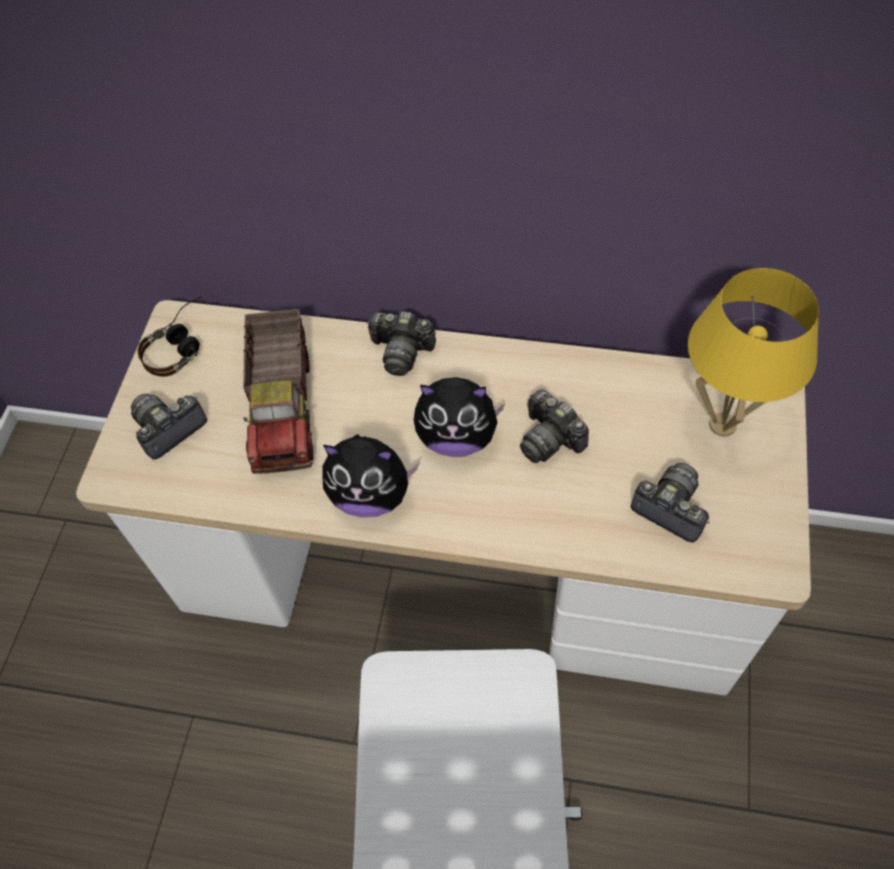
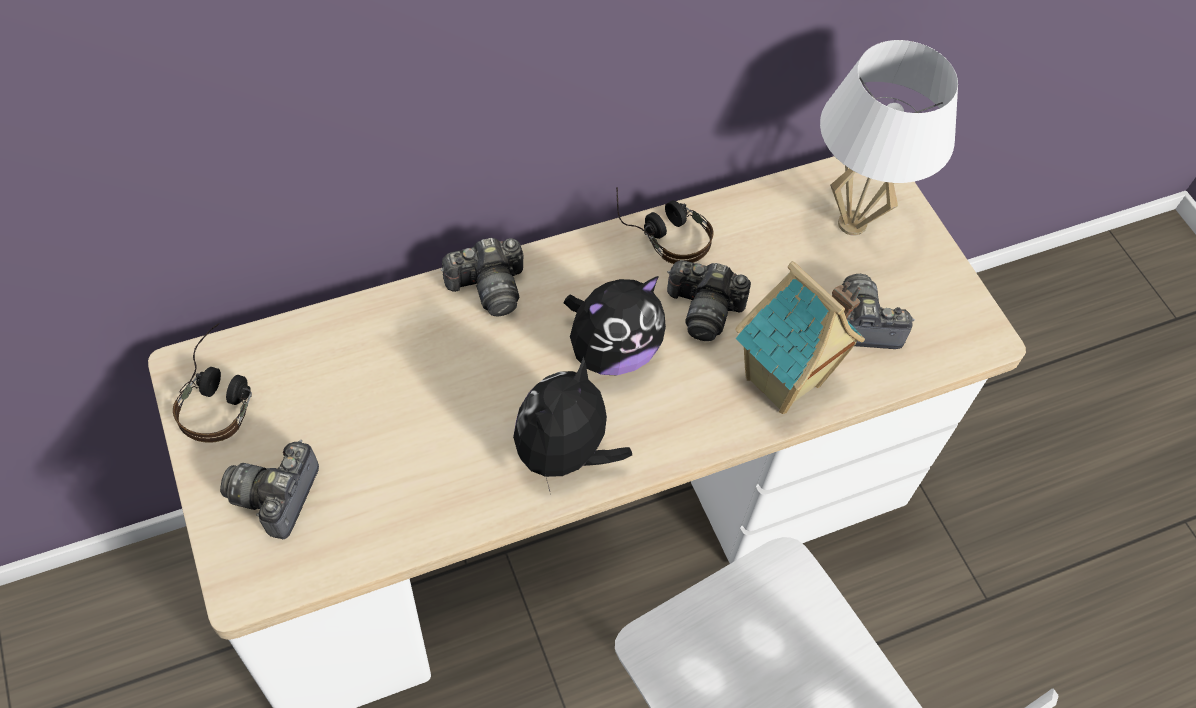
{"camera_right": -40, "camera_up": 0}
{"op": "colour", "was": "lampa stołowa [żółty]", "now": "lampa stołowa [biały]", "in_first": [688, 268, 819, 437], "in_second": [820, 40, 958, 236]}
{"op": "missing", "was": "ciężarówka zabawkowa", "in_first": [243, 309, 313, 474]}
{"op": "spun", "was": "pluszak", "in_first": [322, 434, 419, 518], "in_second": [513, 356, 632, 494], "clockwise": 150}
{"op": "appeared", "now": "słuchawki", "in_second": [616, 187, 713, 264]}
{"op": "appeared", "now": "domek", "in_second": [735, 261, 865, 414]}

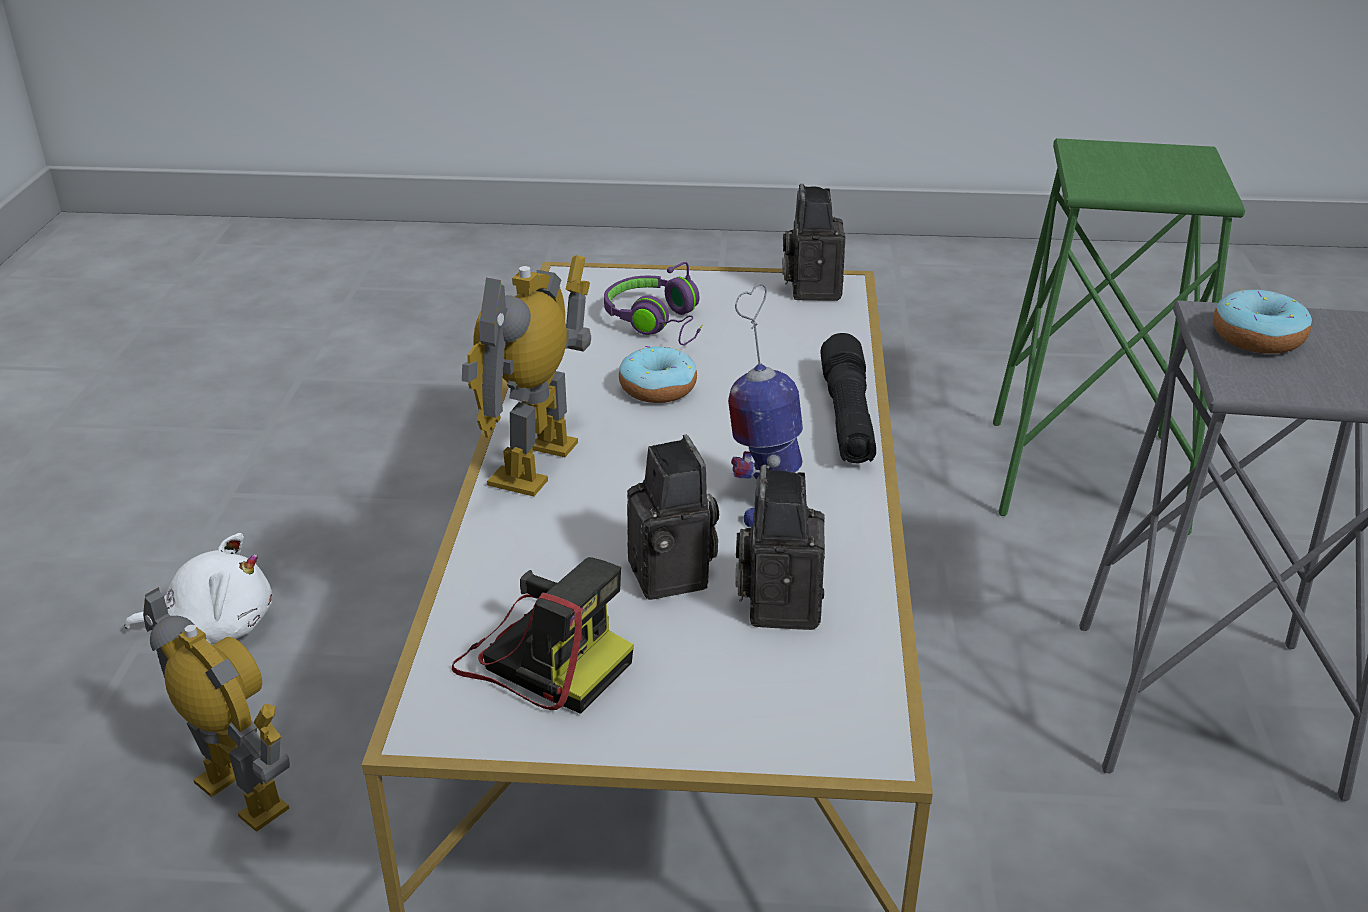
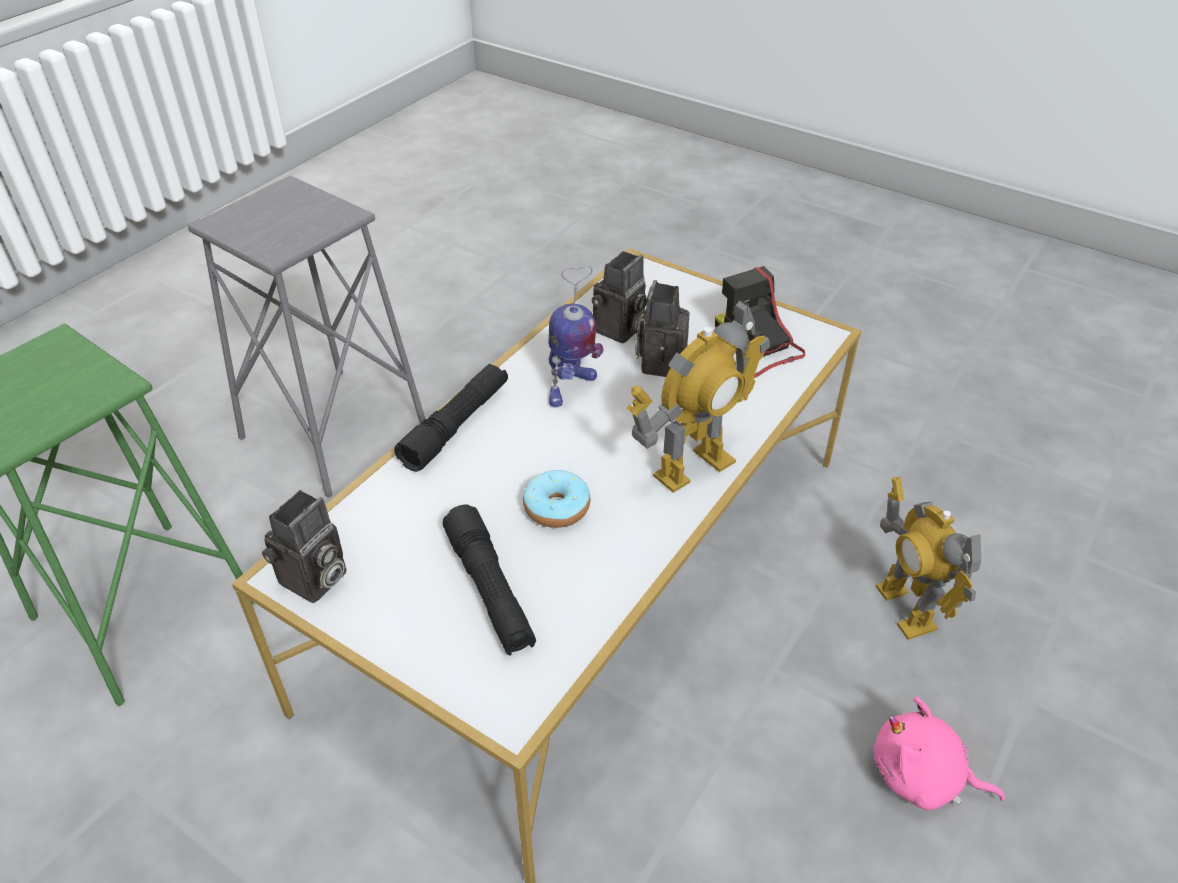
{"camera_right": -150, "camera_up": 10}
{"op": "exchanged", "was": "słuchawki [fioletowy]", "now": "latarka [czarny]", "in_first": [604, 262, 702, 345], "in_second": [443, 504, 536, 656]}
{"op": "missing", "was": "donut", "in_first": [1213, 290, 1312, 354]}
{"op": "colour", "was": "pluszak [biały]", "now": "pluszak [różowy]", "in_first": [124, 533, 272, 645], "in_second": [874, 697, 1005, 810]}

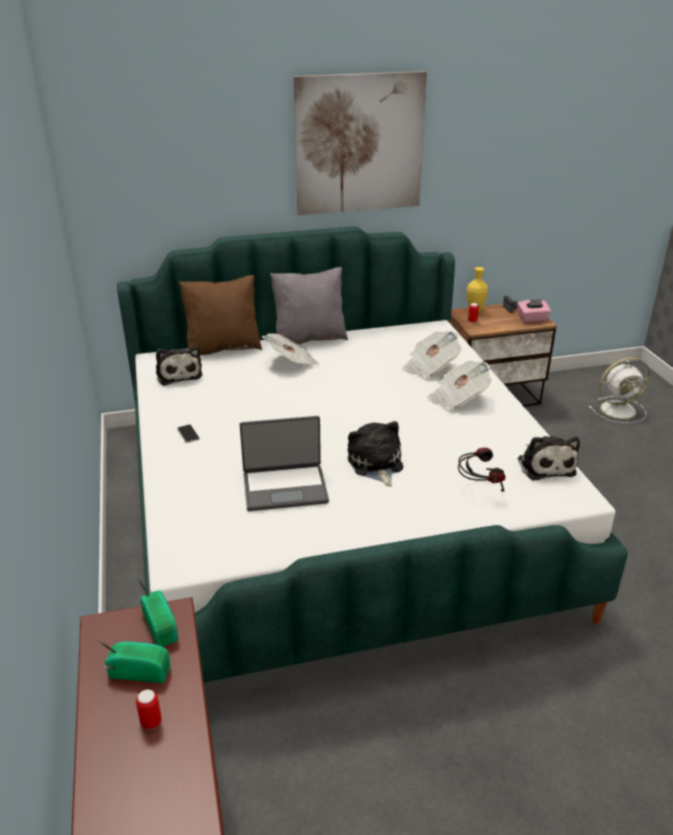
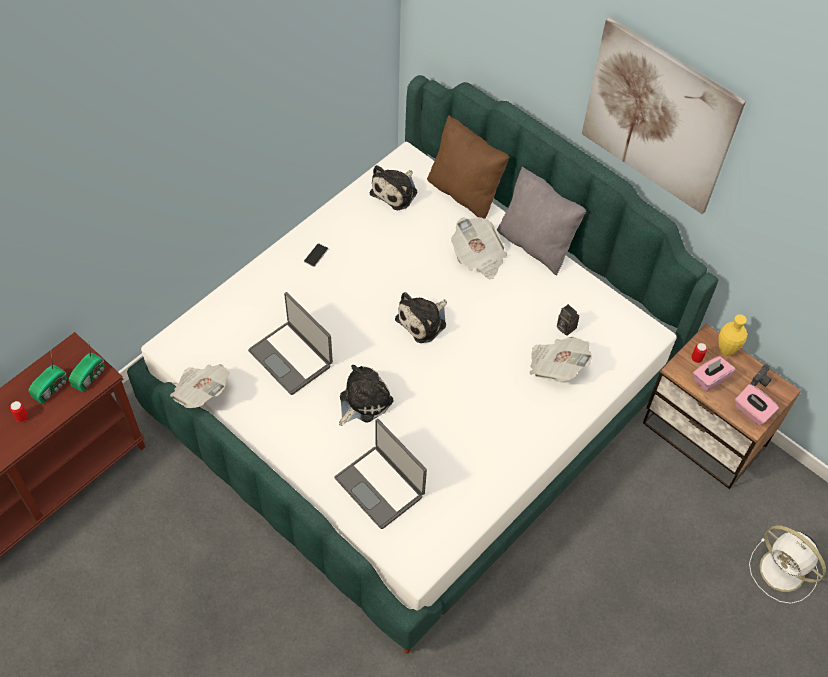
{"camera_right": 55, "camera_up": 25}
{"op": "relocated", "was": "gazeta", "in_first": [428, 361, 492, 410], "in_second": [170, 364, 230, 408]}
{"op": "relocated", "was": "pluszak", "in_first": [518, 436, 580, 480], "in_second": [395, 292, 447, 343]}
{"op": "exchanged", "was": "słuchawki", "now": "laptop", "in_first": [458, 448, 505, 492], "in_second": [334, 419, 427, 529]}
{"op": "spun", "was": "radio", "in_first": [93, 637, 170, 683], "in_second": [29, 353, 67, 404], "clockwise": 60}
{"op": "appeared", "now": "aparat fotograficzny", "in_second": [557, 304, 579, 336]}
{"op": "appeared", "now": "pudełko chusteczek [różowy]", "in_second": [693, 356, 736, 392]}

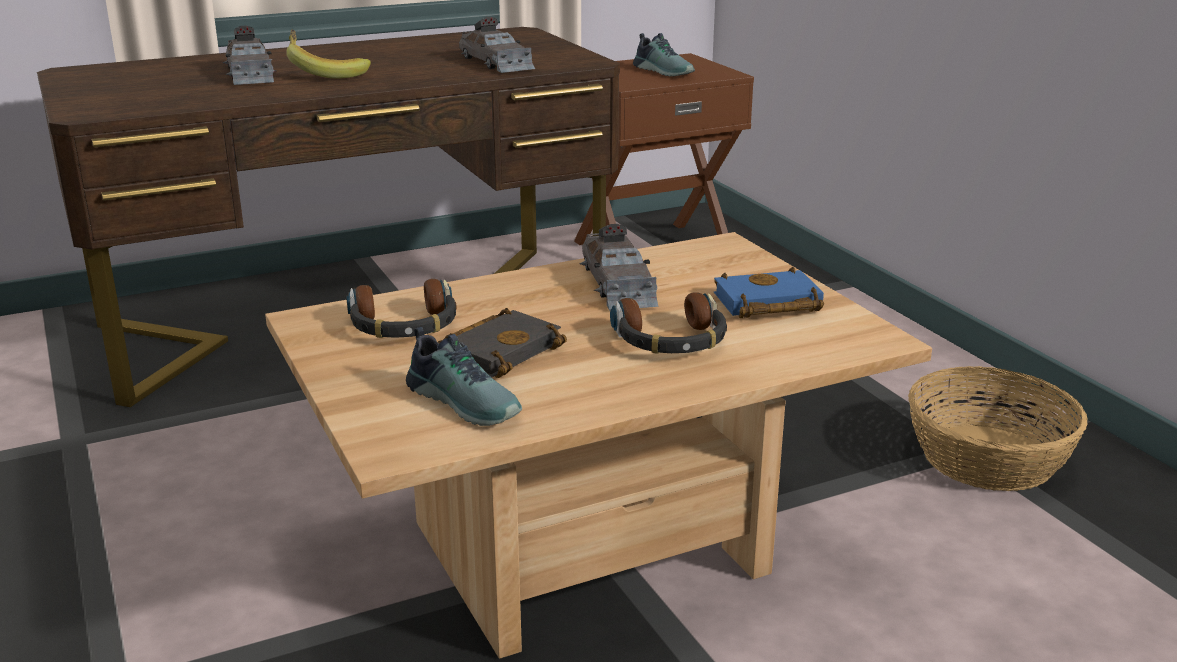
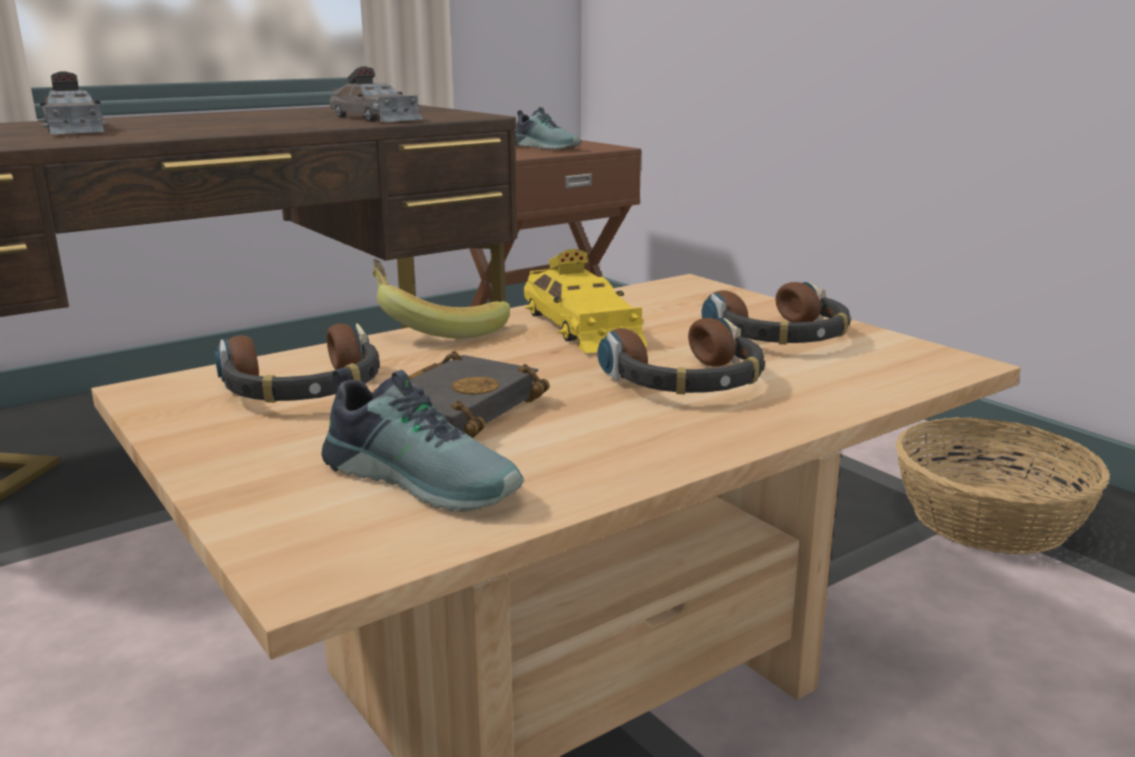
{"camera_right": -10, "camera_up": -5}
{"op": "relocated", "was": "banan", "in_first": [286, 30, 371, 79], "in_second": [373, 259, 510, 338]}
{"op": "colour", "was": "samochodzik [szary]", "now": "samochodzik [żółty]", "in_first": [580, 224, 659, 310], "in_second": [524, 249, 648, 353]}
{"op": "exchanged", "was": "książka [niebieski]", "now": "słuchawki", "in_first": [714, 267, 824, 318], "in_second": [702, 282, 851, 345]}

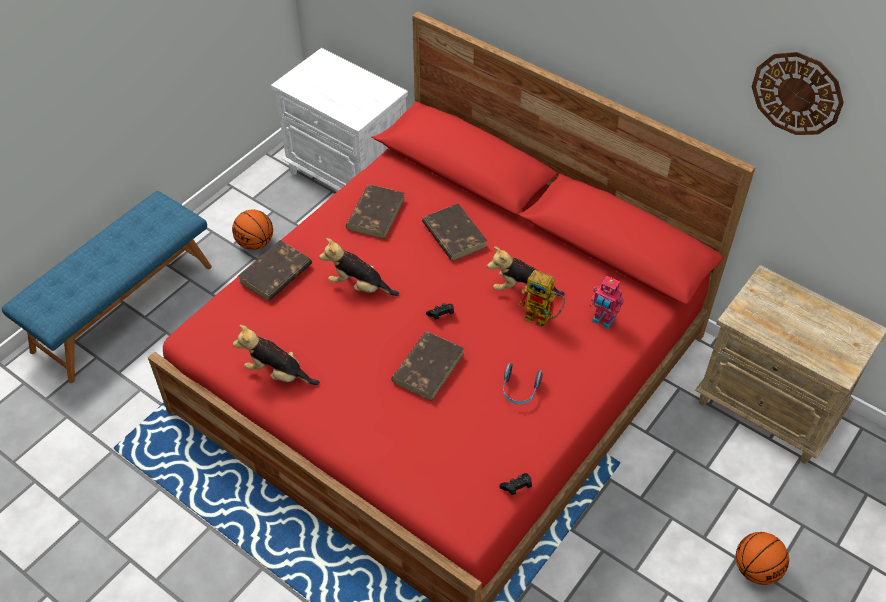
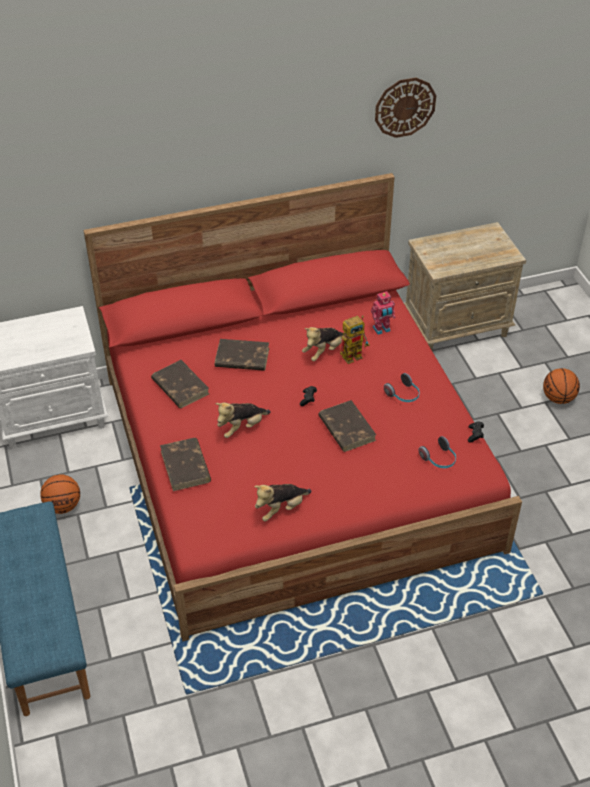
{"camera_right": -55, "camera_up": -5}
{"op": "appeared", "now": "słuchawki", "in_second": [419, 436, 456, 468]}

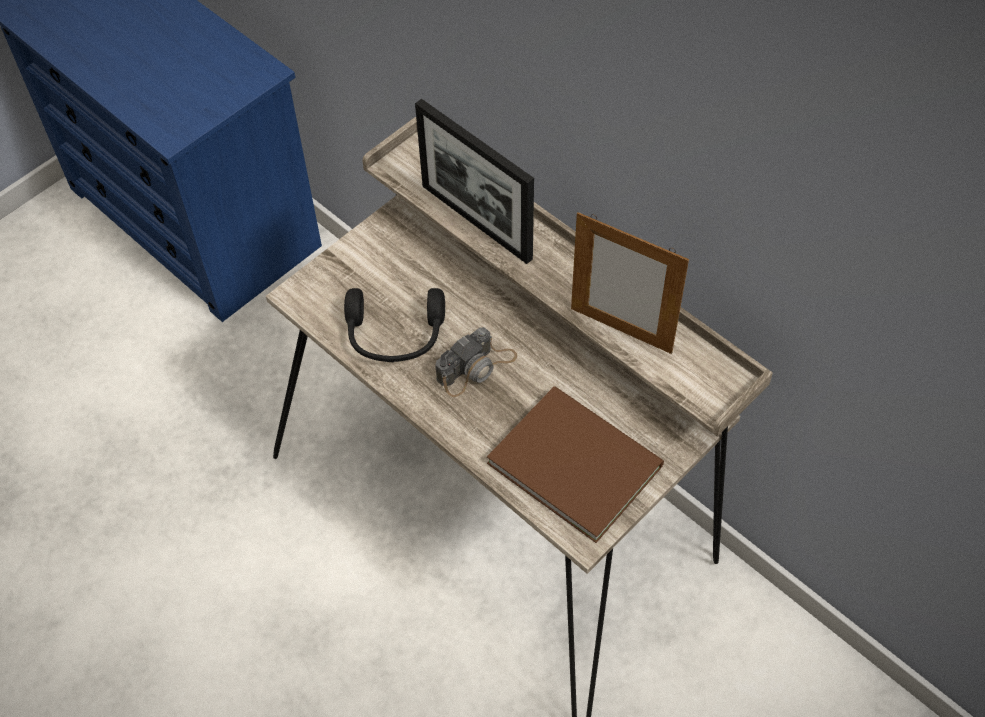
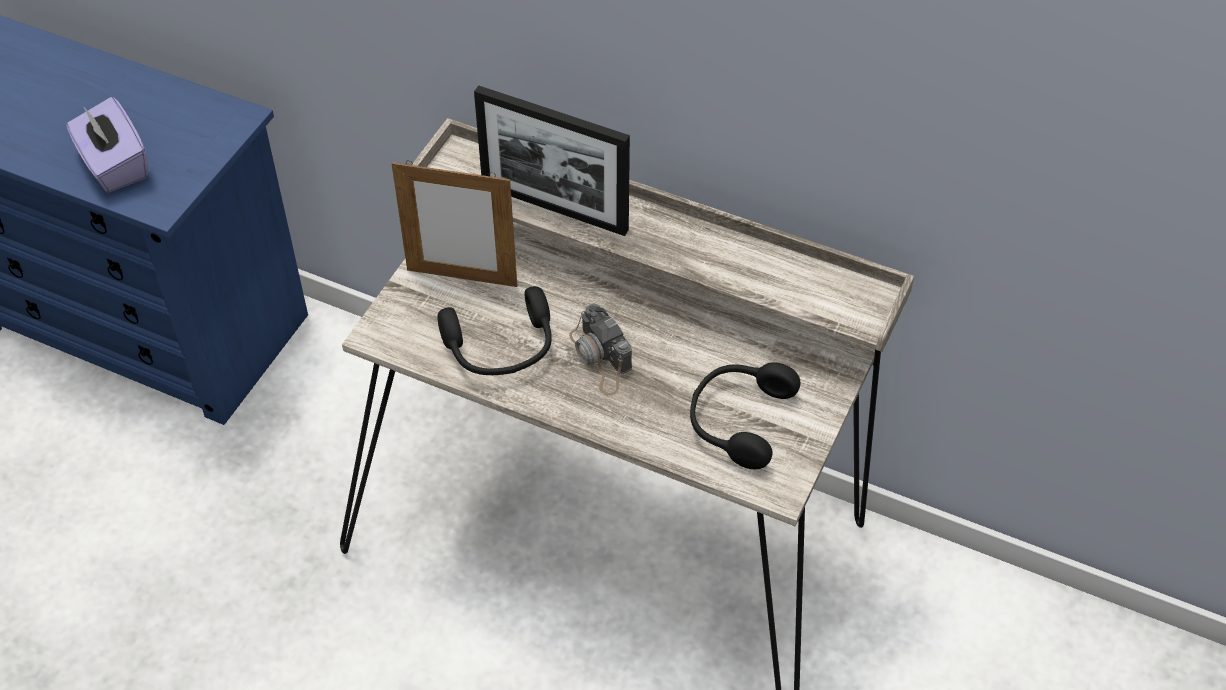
{"camera_right": -20, "camera_up": -5}
{"op": "relocated", "was": "ramka na zdjęcie", "in_first": [571, 212, 689, 354], "in_second": [392, 160, 517, 287]}
{"op": "spun", "was": "aparat fotograficzny", "in_first": [435, 327, 517, 397], "in_second": [569, 303, 632, 396], "clockwise": 120}
{"op": "exchanged", "was": "książka [brązowy]", "now": "słuchawki [czarny]", "in_first": [487, 386, 664, 543], "in_second": [690, 362, 800, 469]}
{"op": "appeared", "now": "pudełko chusteczek [fioletowy]", "in_second": [67, 97, 148, 192]}

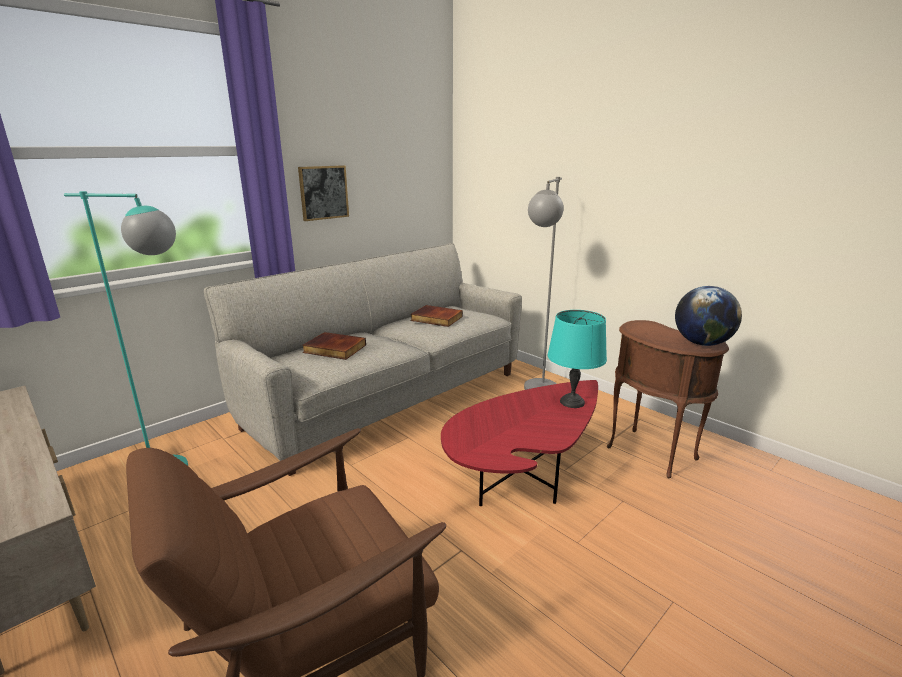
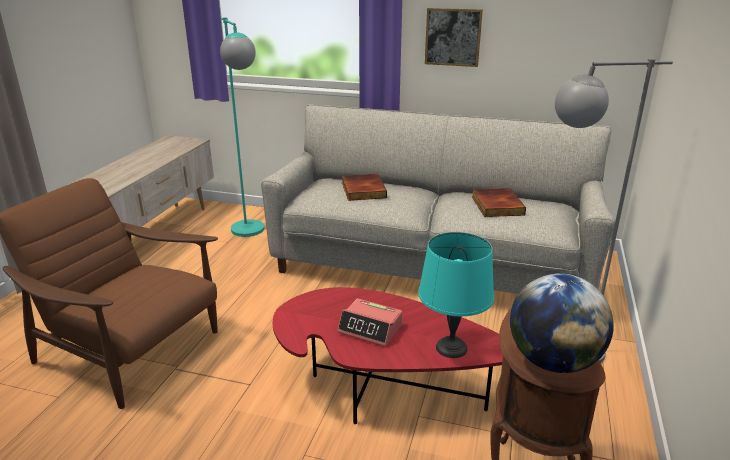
{"camera_right": 60, "camera_up": 5}
{"op": "appeared", "now": "budzik", "in_second": [337, 298, 403, 347]}

